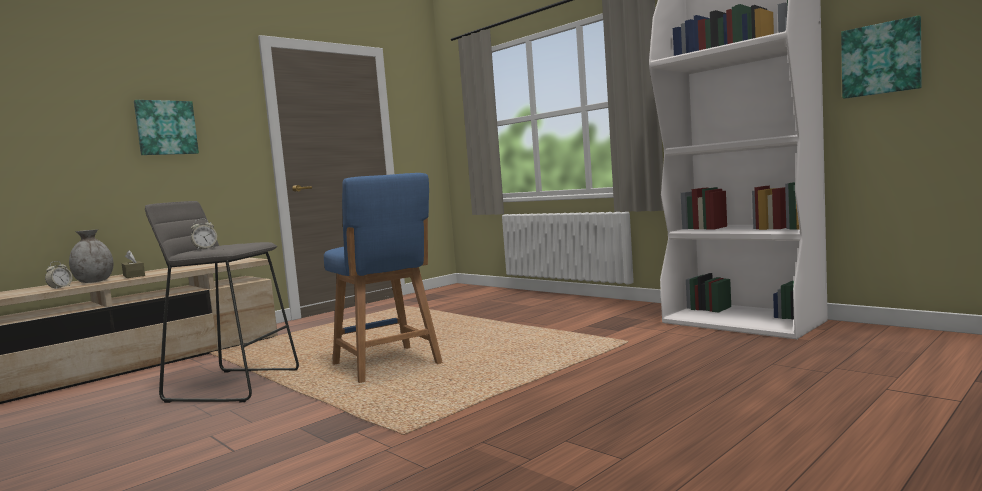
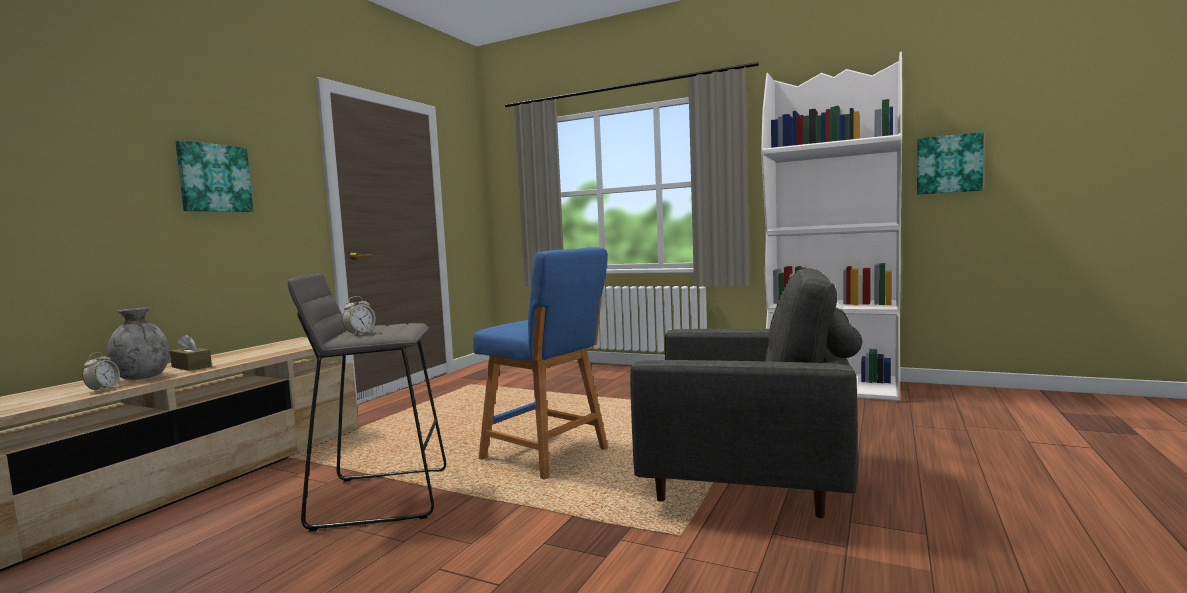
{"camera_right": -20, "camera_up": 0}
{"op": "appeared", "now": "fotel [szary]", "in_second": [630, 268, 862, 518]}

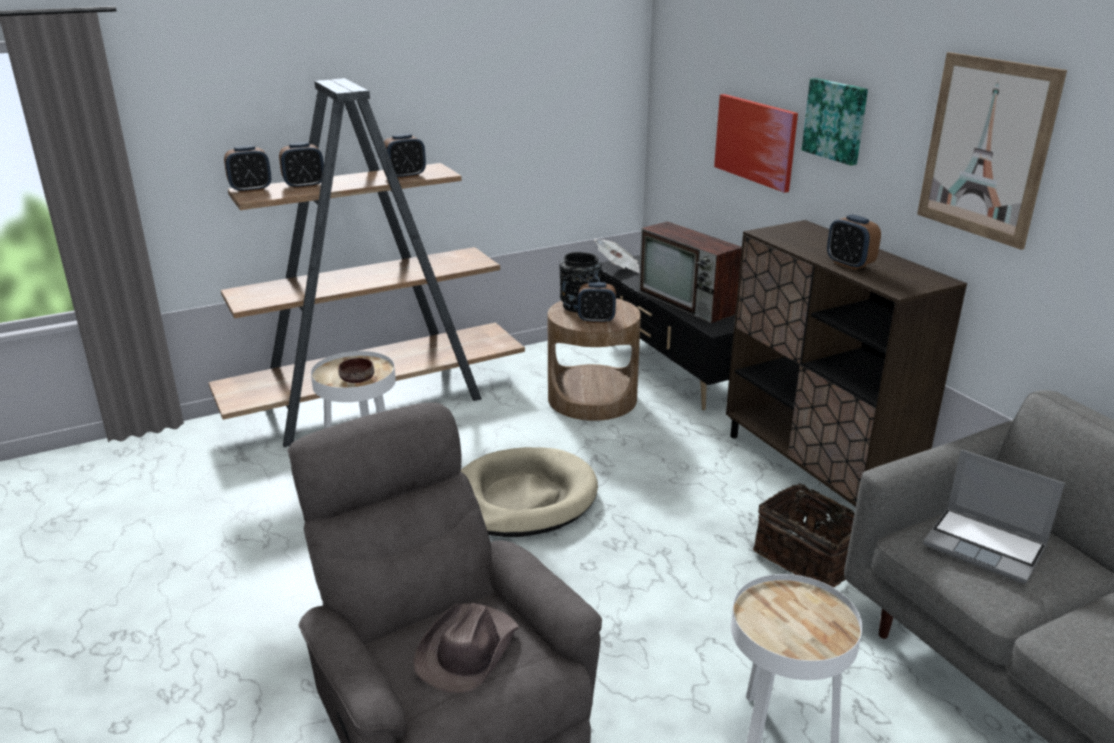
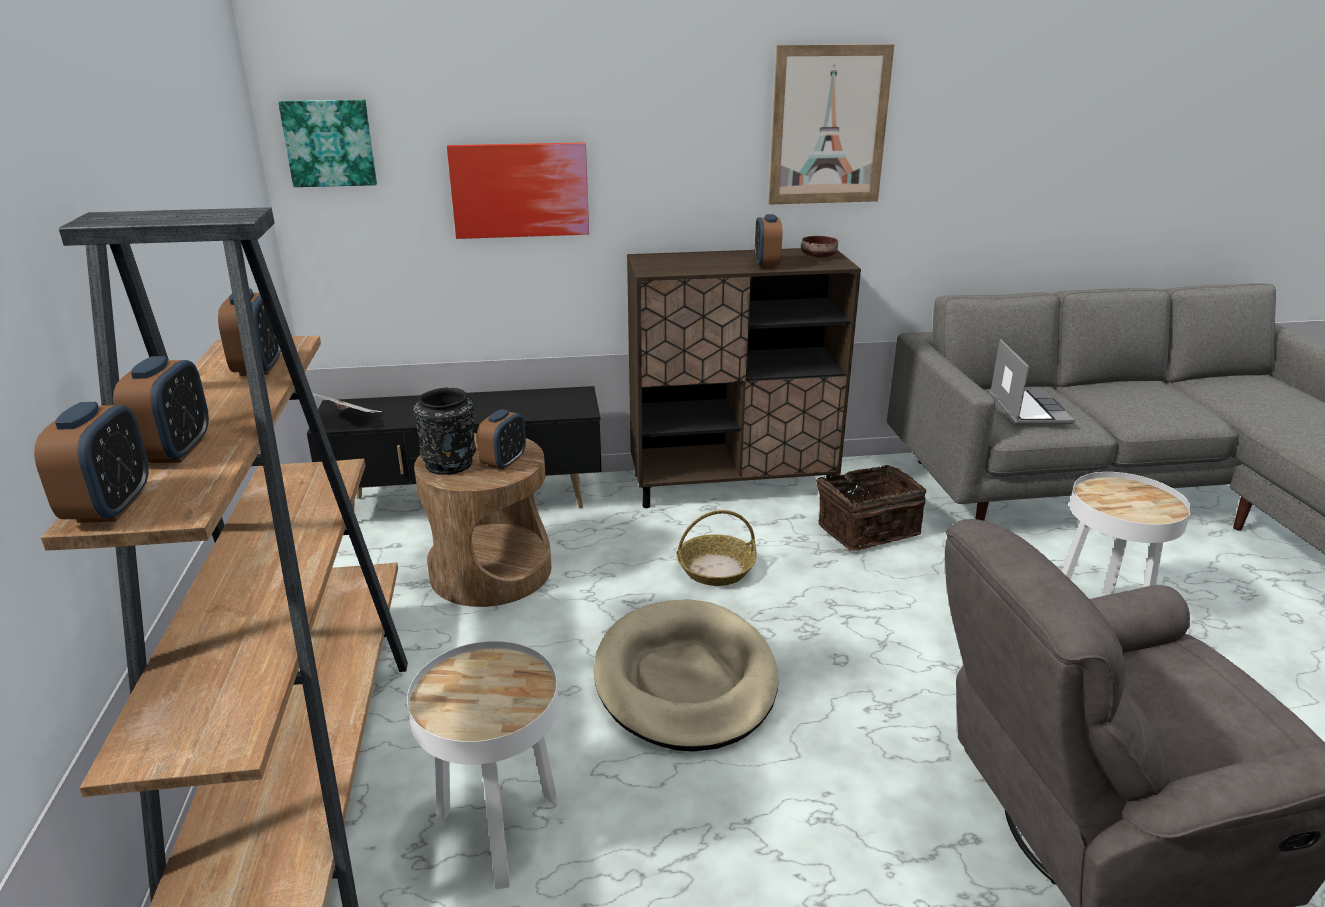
{"camera_right": -70, "camera_up": 0}
{"op": "relocated", "was": "obraz", "in_first": [802, 78, 868, 166], "in_second": [278, 100, 377, 187]}
{"op": "spun", "was": "budzik", "in_first": [827, 214, 881, 270], "in_second": [755, 214, 782, 268], "clockwise": 105}
{"op": "missing", "was": "telewizor", "in_first": [639, 221, 742, 323]}
{"op": "relocated", "was": "miska [brązowy]", "in_first": [338, 358, 374, 383], "in_second": [801, 236, 838, 257]}
{"op": "spun", "was": "laptop", "in_first": [923, 449, 1065, 584], "in_second": [990, 339, 1075, 425], "clockwise": -60}
{"op": "missing", "was": "kapelusz [brązowy]", "in_first": [413, 603, 520, 693]}
{"op": "appeared", "now": "koszyk", "in_second": [677, 510, 756, 586]}

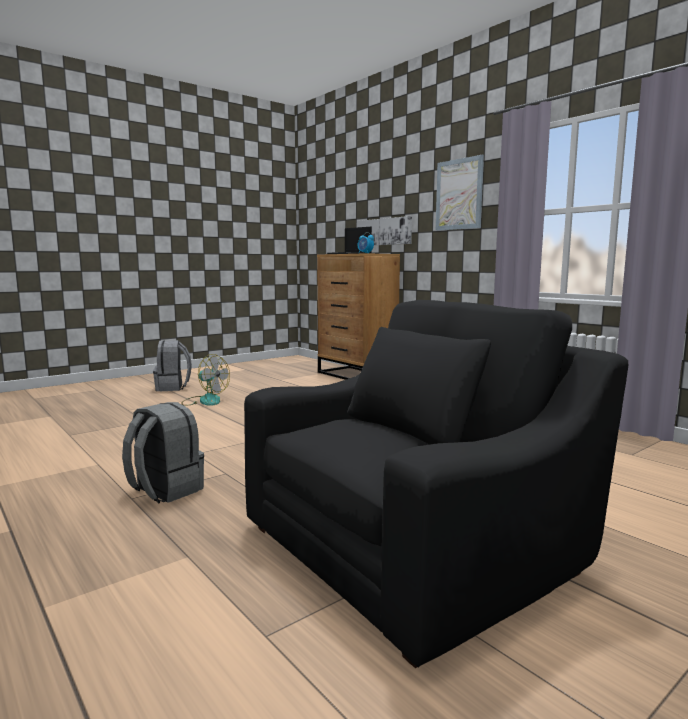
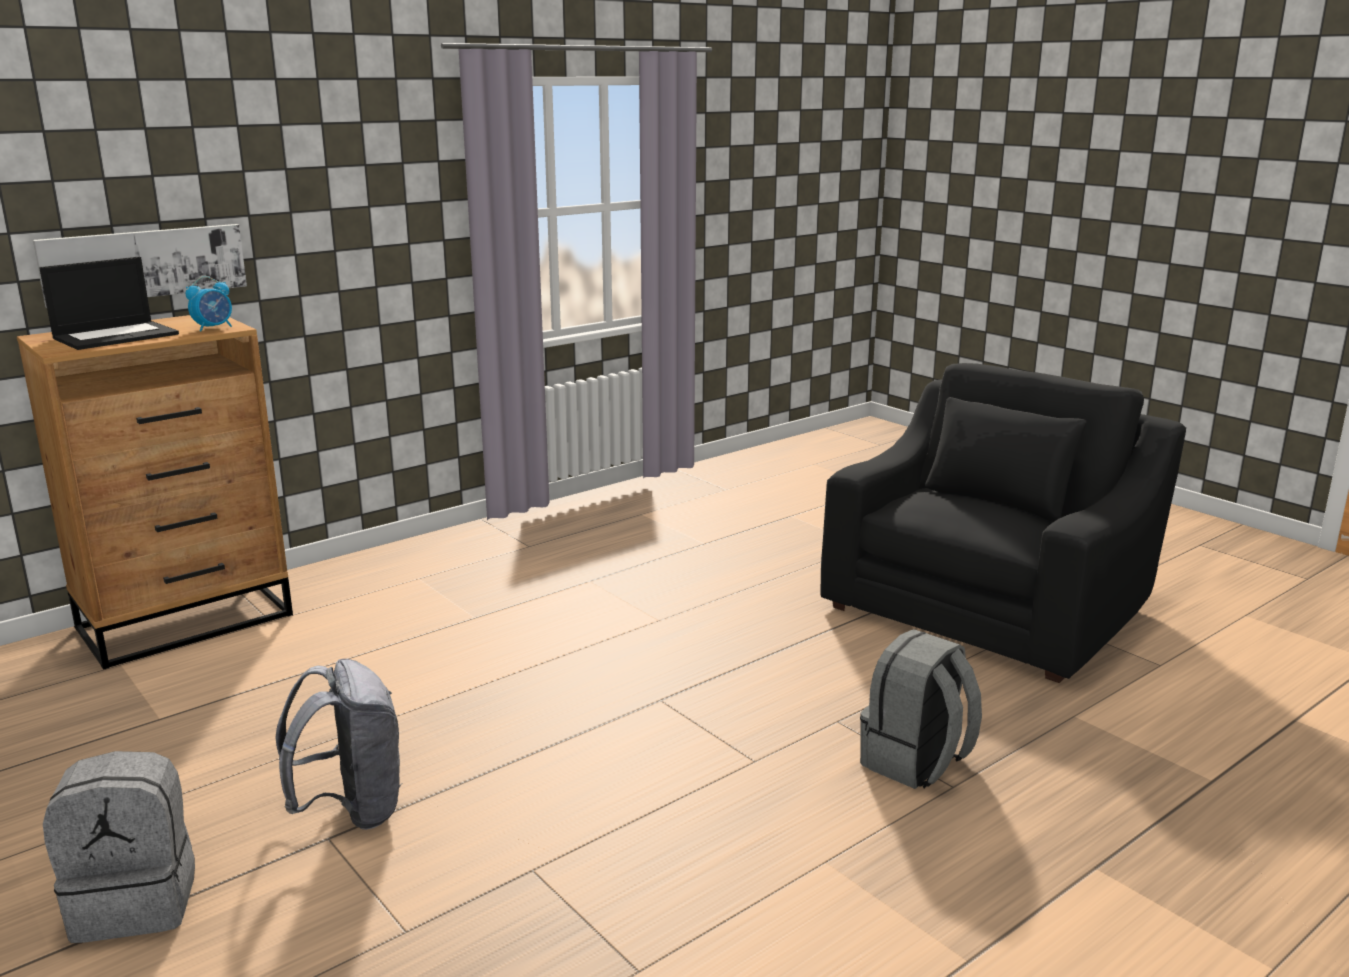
{"camera_right": -90, "camera_up": 10}
{"op": "missing", "was": "obraz", "in_first": [436, 155, 484, 231]}
{"op": "spun", "was": "fotel [czarny]", "in_first": [244, 300, 628, 668], "in_second": [820, 363, 1186, 683], "clockwise": 75}
{"op": "exchanged", "was": "wentylator", "now": "plecak [szary]", "in_first": [181, 354, 230, 406], "in_second": [275, 659, 403, 830]}

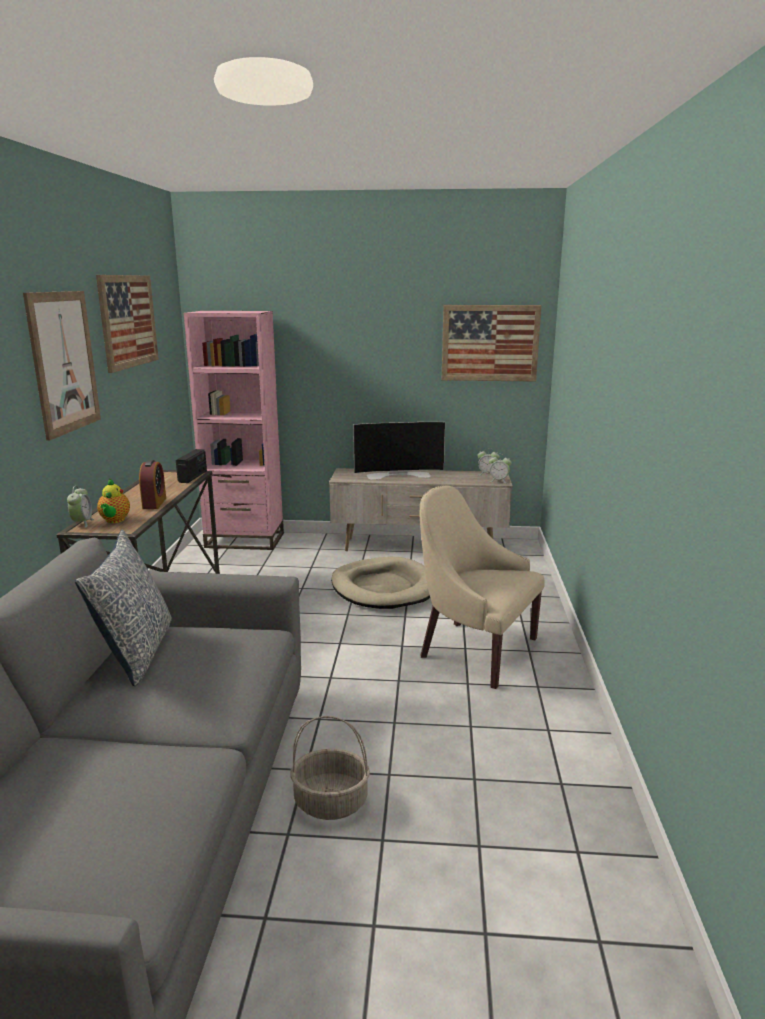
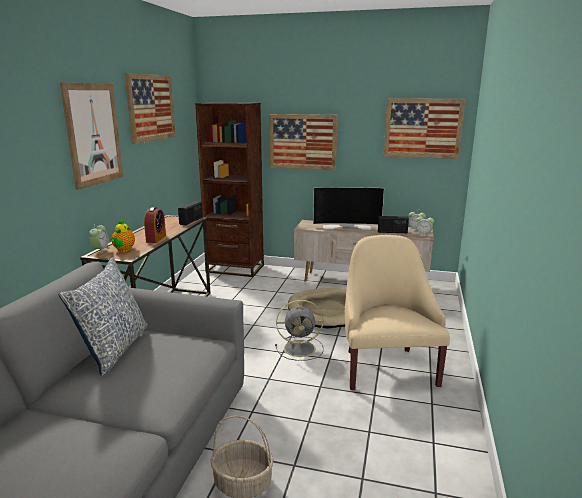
{"camera_right": 10, "camera_up": 0}
{"op": "colour", "was": "regał [różowy]", "now": "regał [brązowy]", "in_first": [184, 311, 284, 550], "in_second": [195, 103, 264, 277]}
{"op": "spun", "was": "fotel [beżowy]", "in_first": [420, 485, 545, 689], "in_second": [345, 235, 450, 390], "clockwise": 45}
{"op": "appeared", "now": "obraz", "in_second": [269, 114, 338, 170]}
{"op": "appeared", "now": "radio", "in_second": [378, 216, 409, 233]}
{"op": "appeared", "now": "wentylator [szary]", "in_second": [275, 300, 324, 361]}

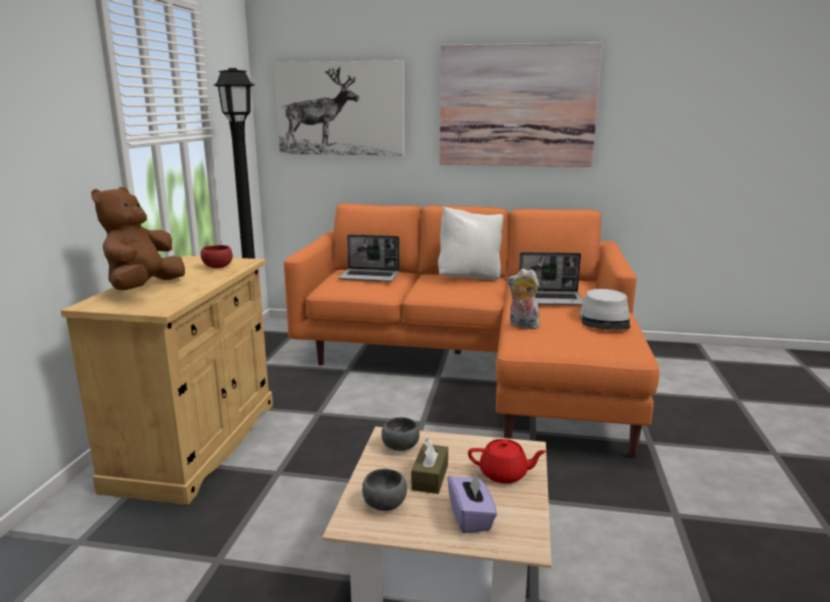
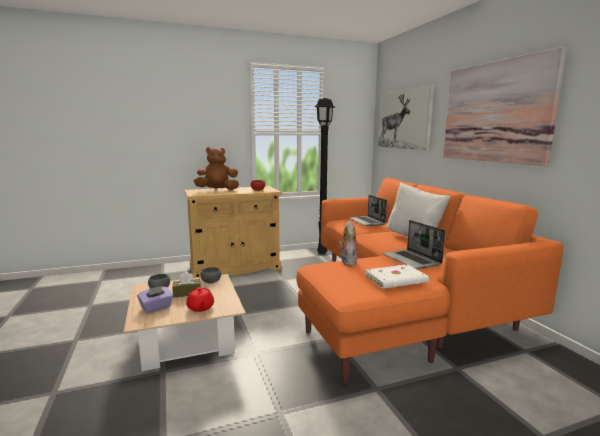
{"camera_right": 60, "camera_up": -5}
{"op": "exchanged", "was": "kapelusz [szary]", "now": "książka [biały]", "in_first": [579, 289, 631, 330], "in_second": [365, 264, 429, 289]}

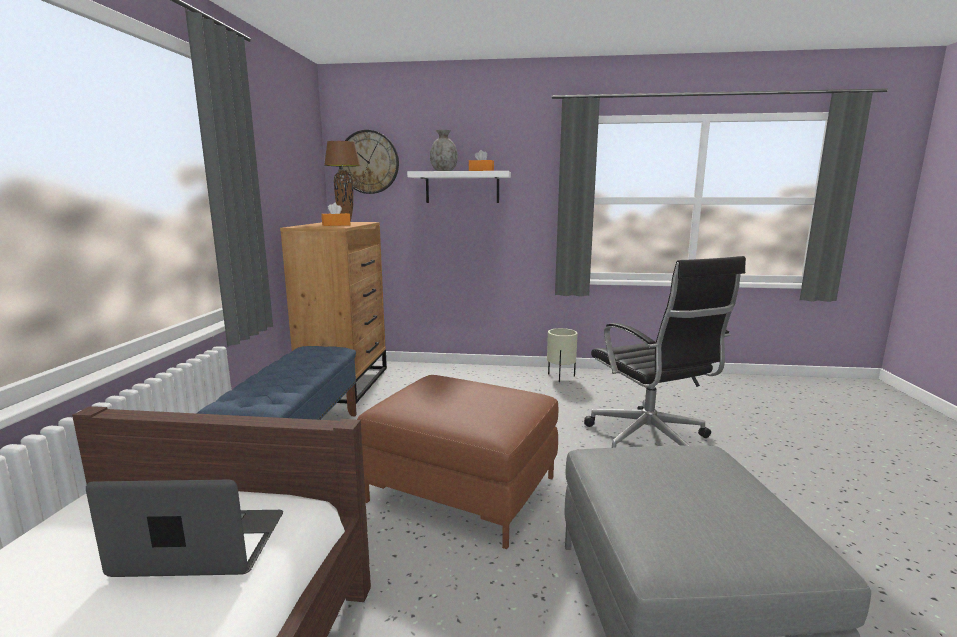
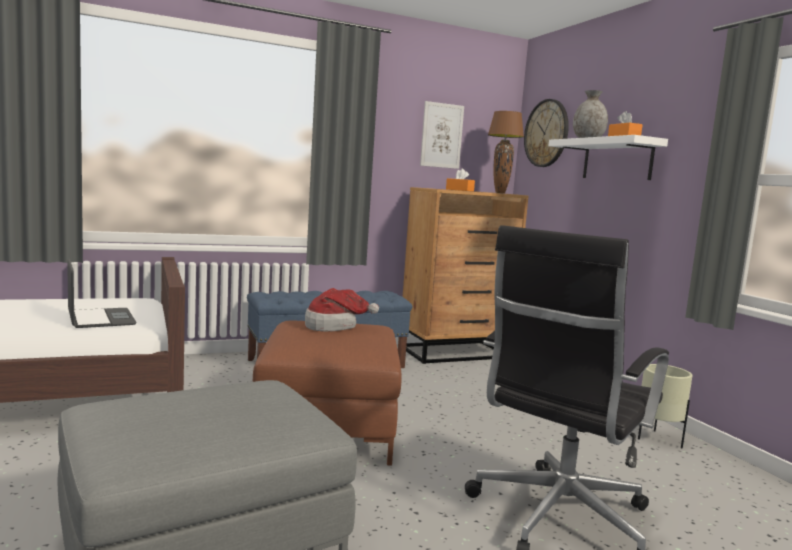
{"camera_right": 60, "camera_up": -5}
{"op": "appeared", "now": "obraz", "in_second": [420, 101, 464, 169]}
{"op": "appeared", "now": "kapelusz", "in_second": [305, 288, 379, 332]}

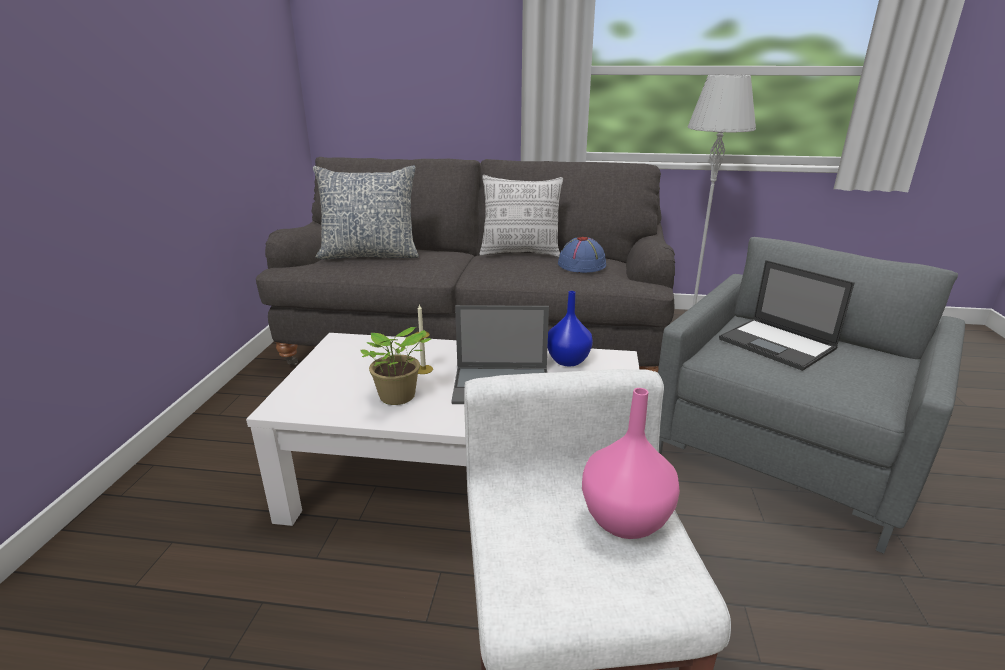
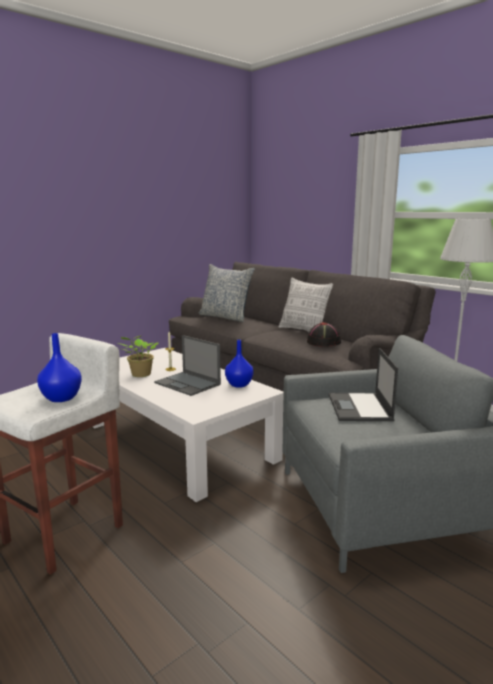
{"camera_right": 40, "camera_up": -10}
{"op": "colour", "was": "kapelusz [niebieski]", "now": "kapelusz [czarny]", "in_first": [558, 237, 606, 273], "in_second": [307, 322, 341, 347]}
{"op": "colour", "was": "wazon [różowy]", "now": "wazon [niebieski]", "in_first": [582, 388, 680, 539], "in_second": [37, 333, 82, 402]}

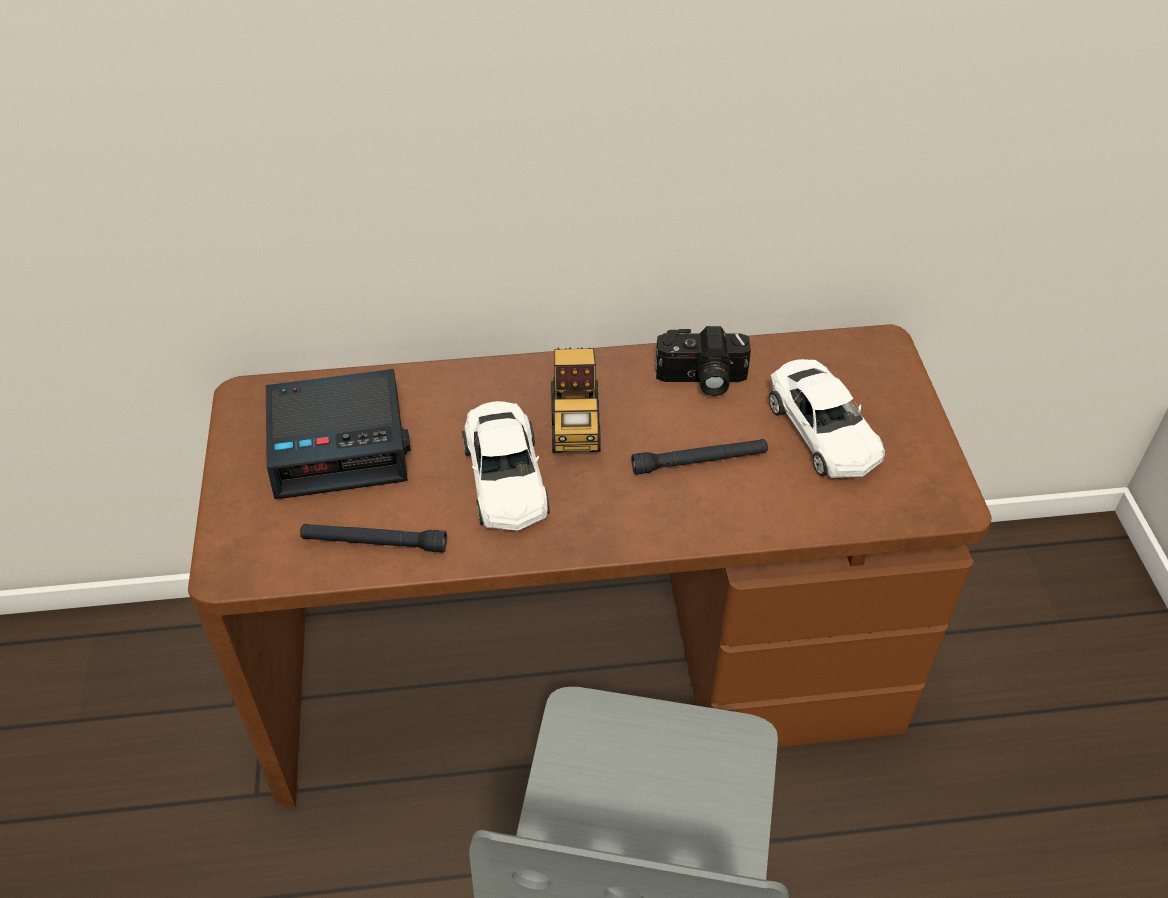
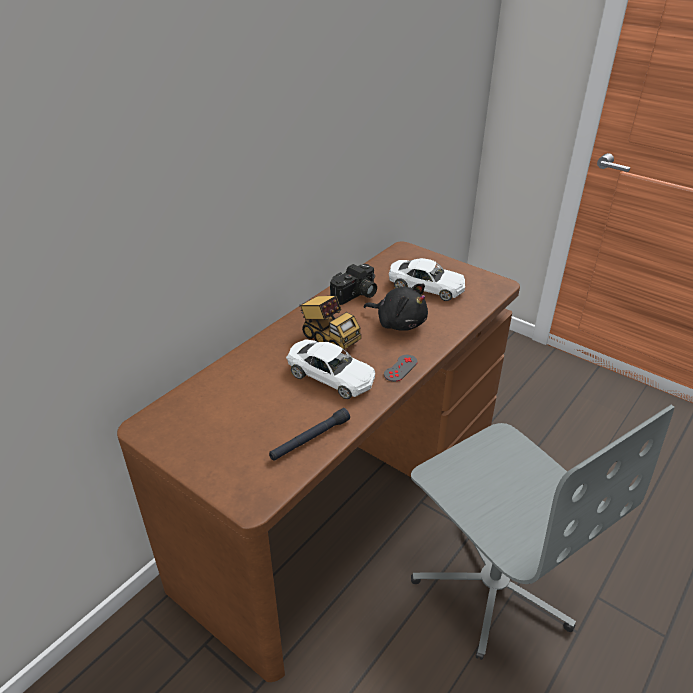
{"camera_right": -45, "camera_up": -10}
{"op": "missing", "was": "budzik", "in_first": [266, 369, 411, 499]}
{"op": "exchanged", "was": "latarka [czarny]", "now": "pluszak [czarny]", "in_first": [632, 439, 768, 475], "in_second": [364, 284, 428, 331]}
{"op": "appeared", "now": "pad do gier [szary]", "in_second": [384, 355, 418, 382]}

